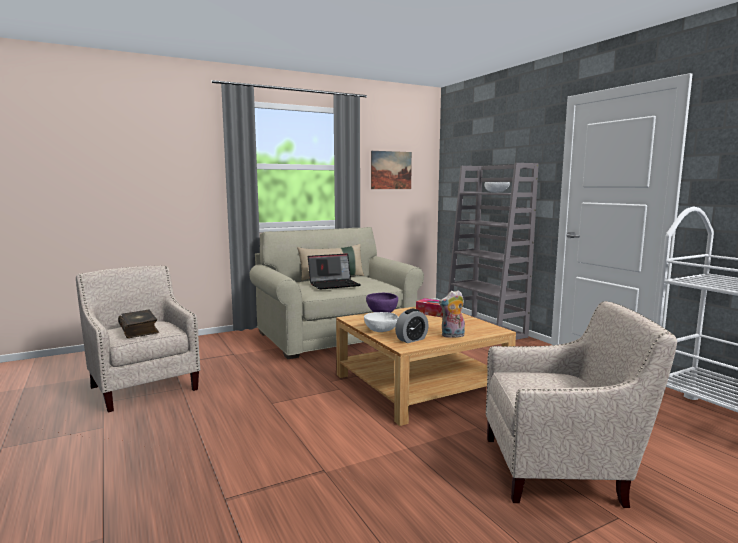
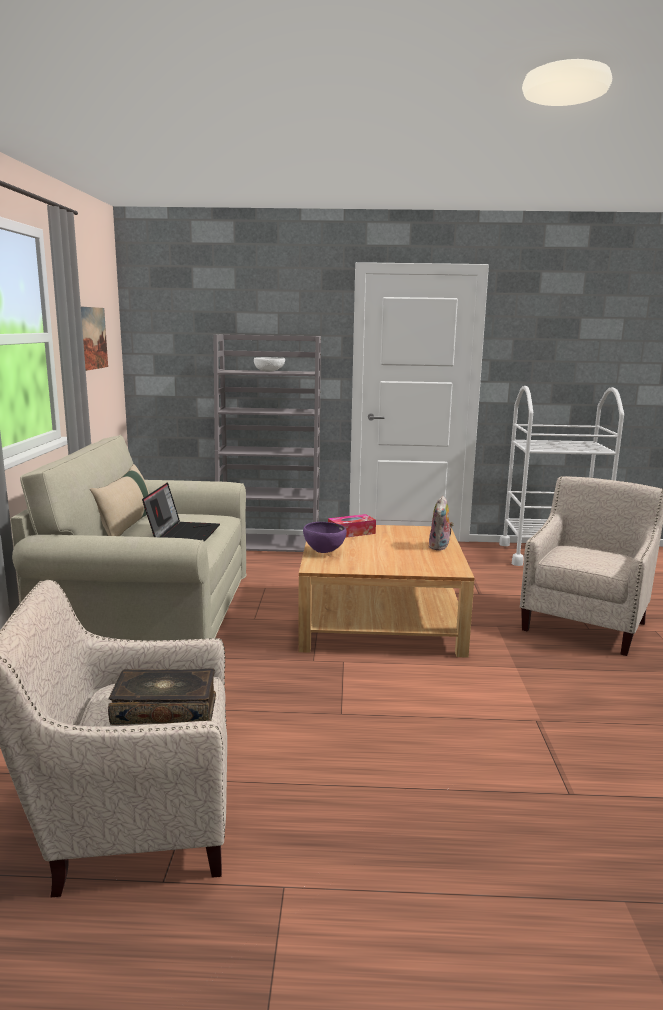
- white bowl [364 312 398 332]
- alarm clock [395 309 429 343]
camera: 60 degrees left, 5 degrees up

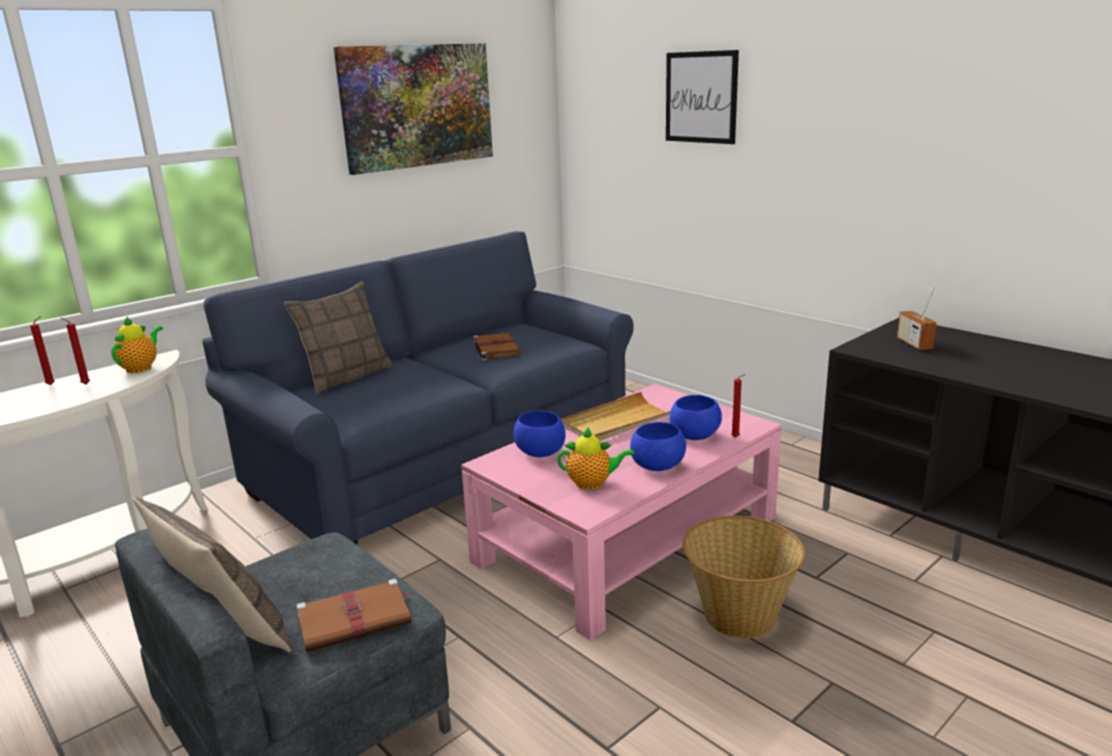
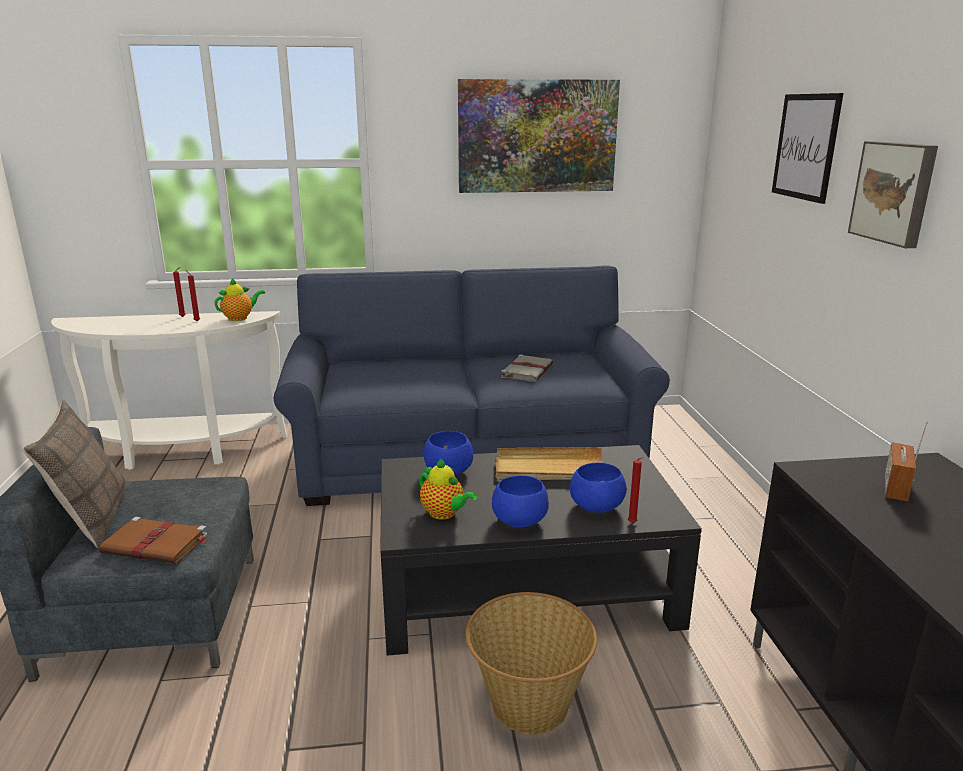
- pillow [284 281 393 394]
+ picture [848 141 938 248]
~ pink coffee table [461 384 781 641] to black coffee table [380 445 702 656]
~ brown book [473 333 521 361] to grey book [501 355 553 382]
camera: 35 degrees right, 0 degrees up

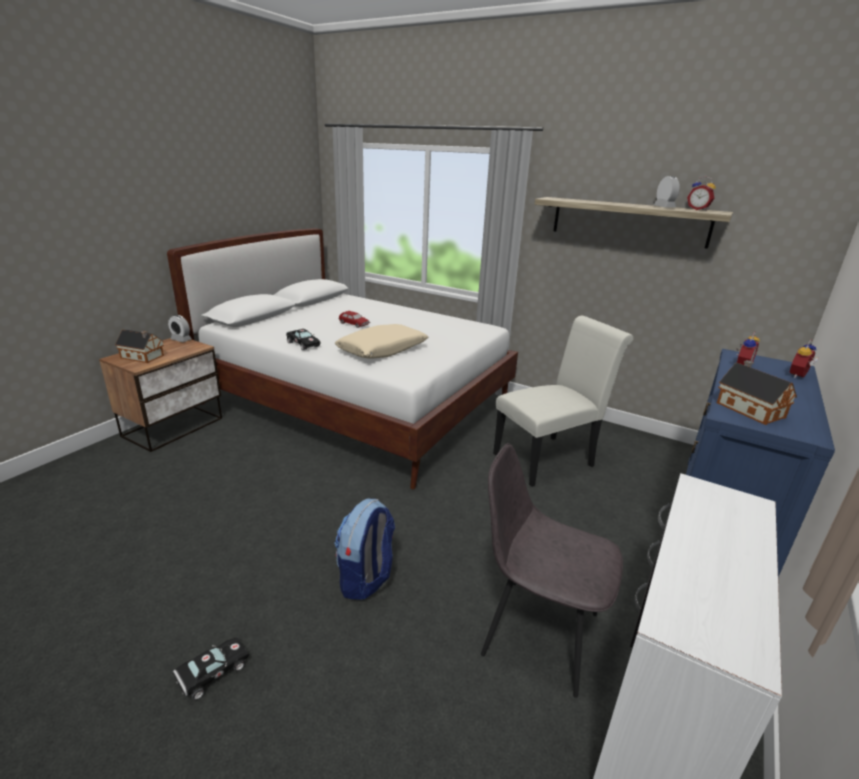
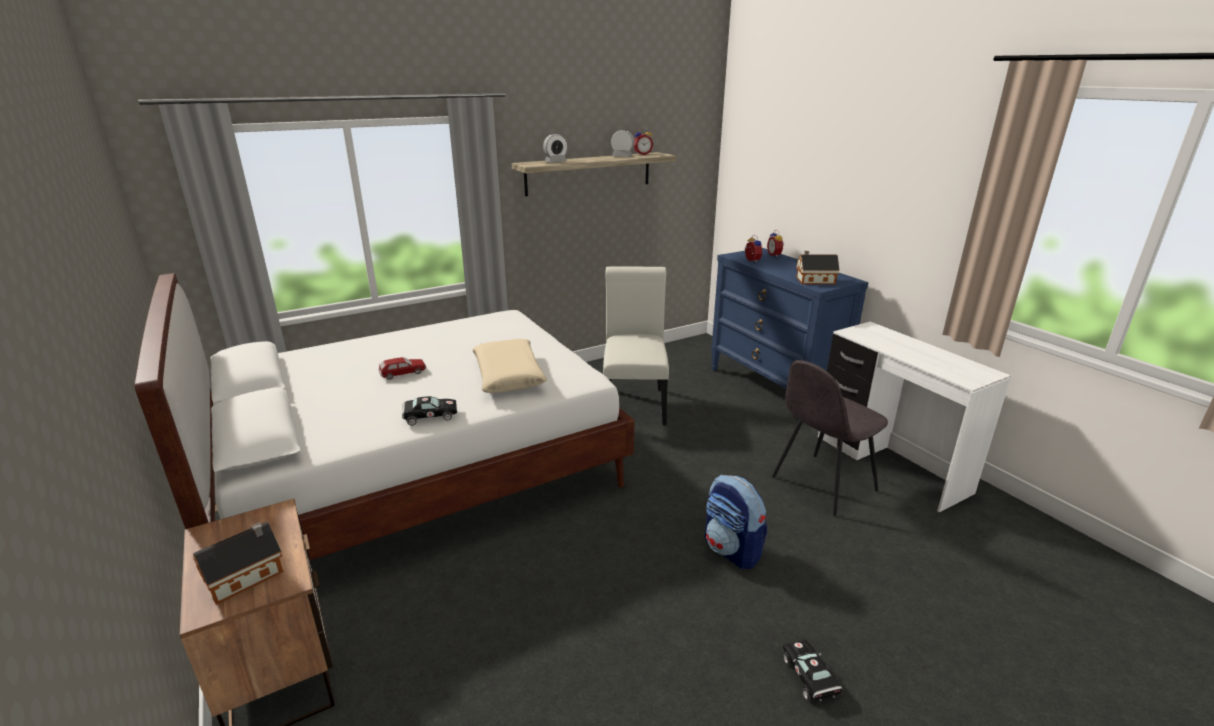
~ alarm clock [168 315 192 342] to [543 134 567 163]
camera: 60 degrees left, 0 degrees up

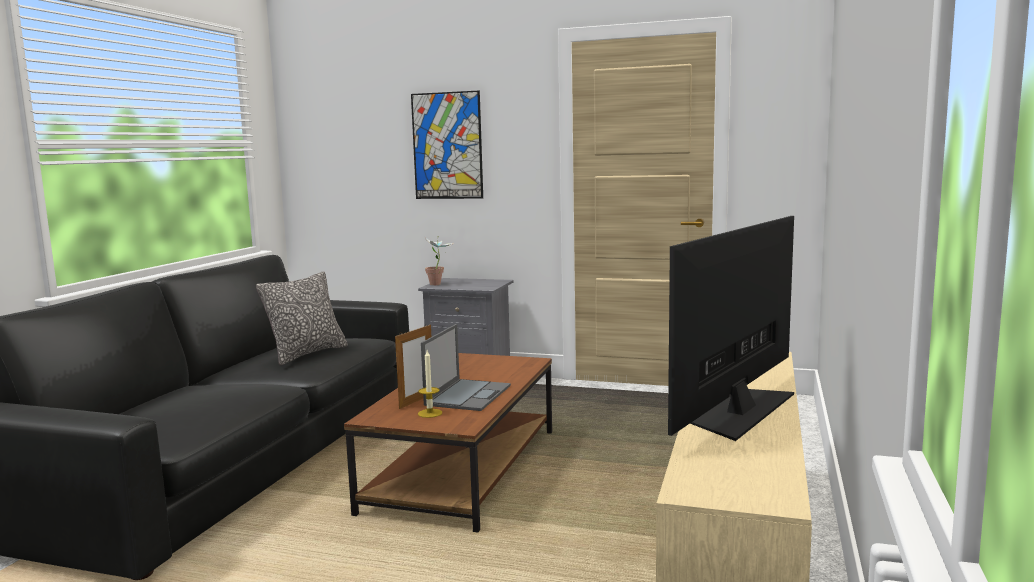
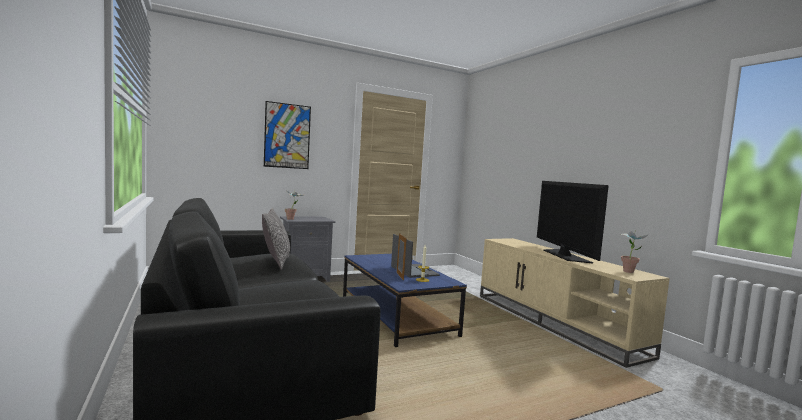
+ potted plant [620 231 649 273]
~ brown coffee table [344 353 552 532] to blue coffee table [343 254 467 347]
camera: 45 degrees left, 5 degrees down

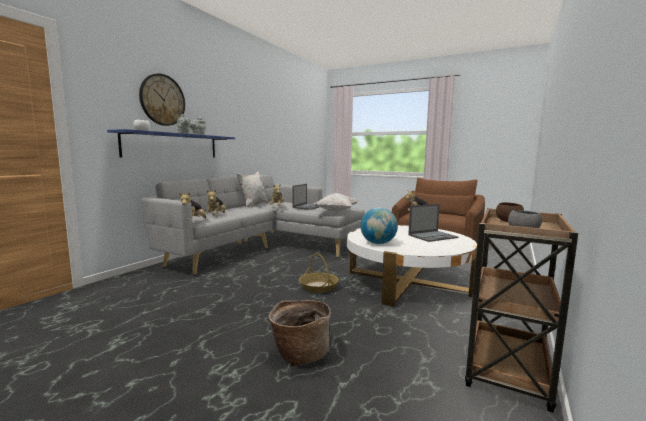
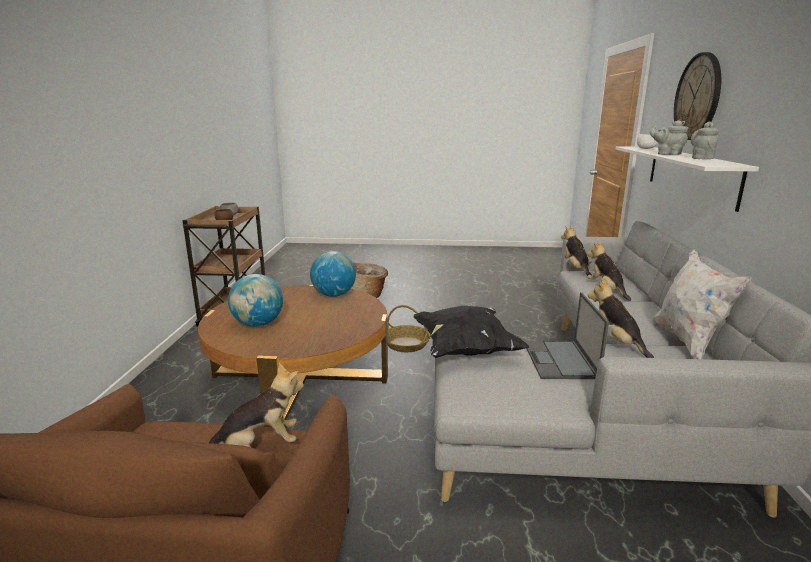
~ laptop [408 204 459 242] to globe [228 274 283 327]
~ blue shelf [107 129 235 158] to white shelf [616 147 759 212]
~ white pillow [313 193 358 212] to black pillow [413 306 529 358]
~ white coffee table [347 225 477 307] to brown coffee table [198 285 388 427]
camera: 155 degrees right, 10 degrees up

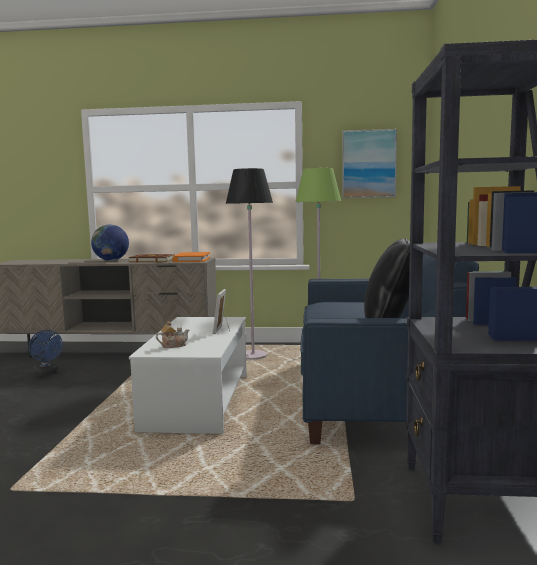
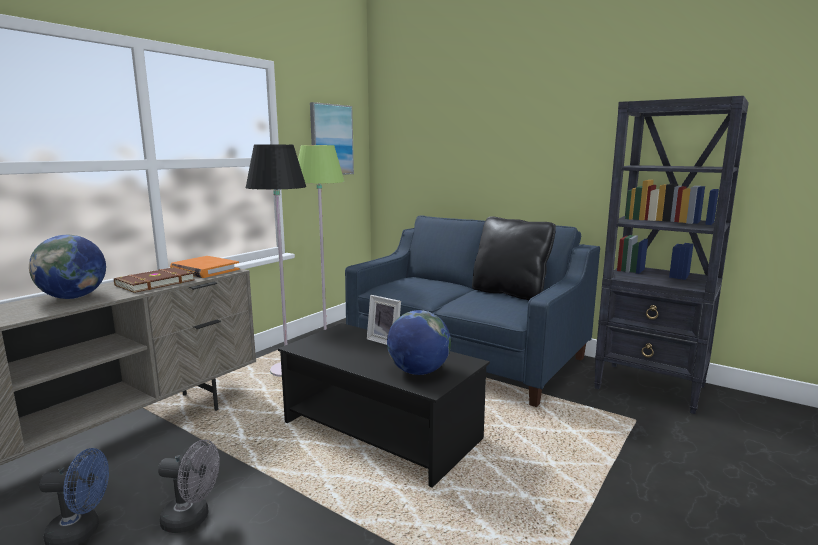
+ grey fan [158 440 220 533]
~ teapot [156 321 189 348] to globe [387 310 451 375]
~ white coffee table [129 317 247 434] to black coffee table [278 323 490 488]
camera: 60 degrees left, 5 degrees up

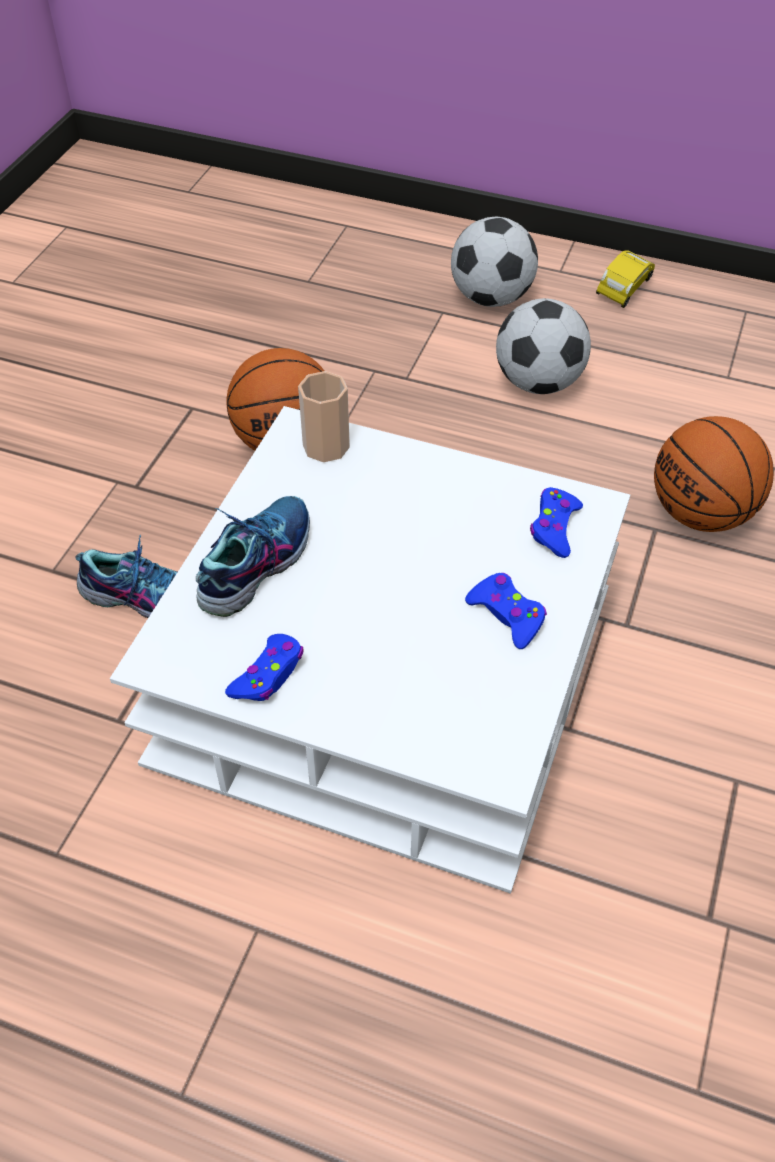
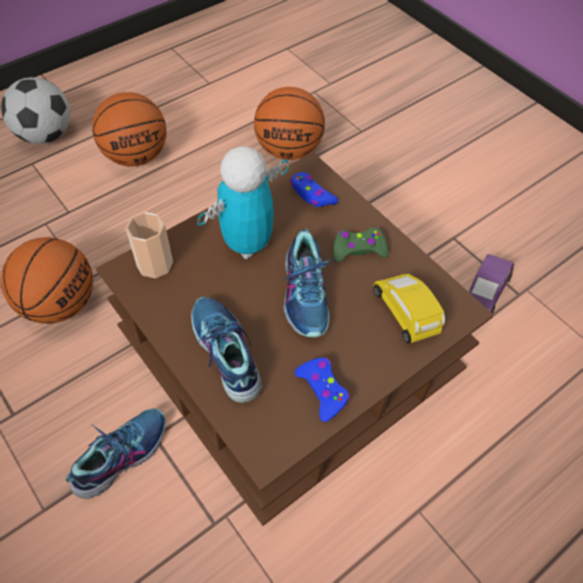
+ toy robot [197 146 289 259]
+ shoe [283 228 333 337]
+ purple toy car [469 254 514 313]
~ yellow toy car [596 250 655 308] to [373 273 445 344]
~ football [496 298 591 394] to basketball [92 92 167 166]
~ white coffee table [110 406 630 894] to brown coffee table [96 152 494 526]
~ blue game controller [465 573 547 649] to green game controller [334 228 389 262]
camera: 60 degrees left, 5 degrees up

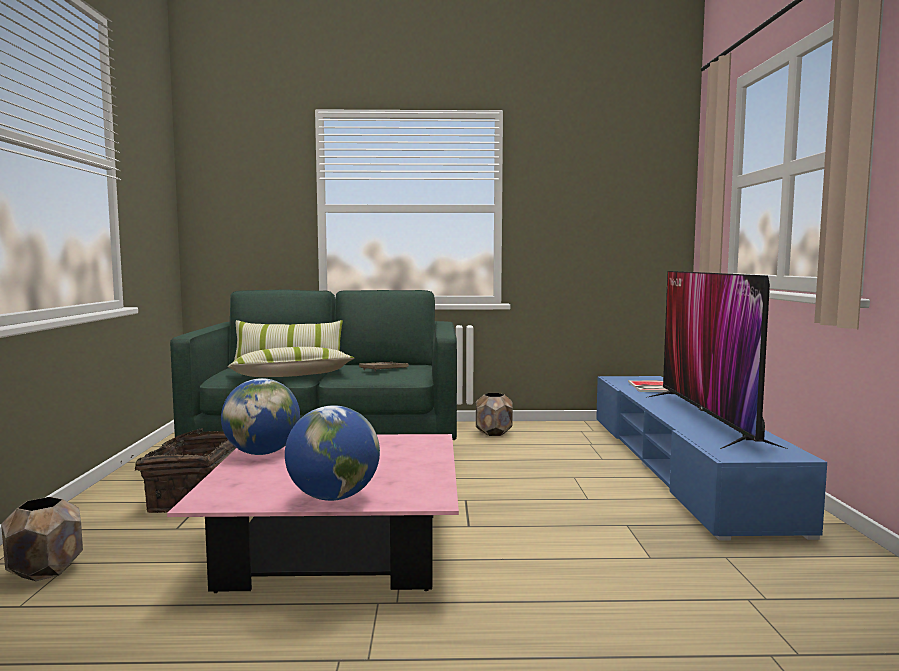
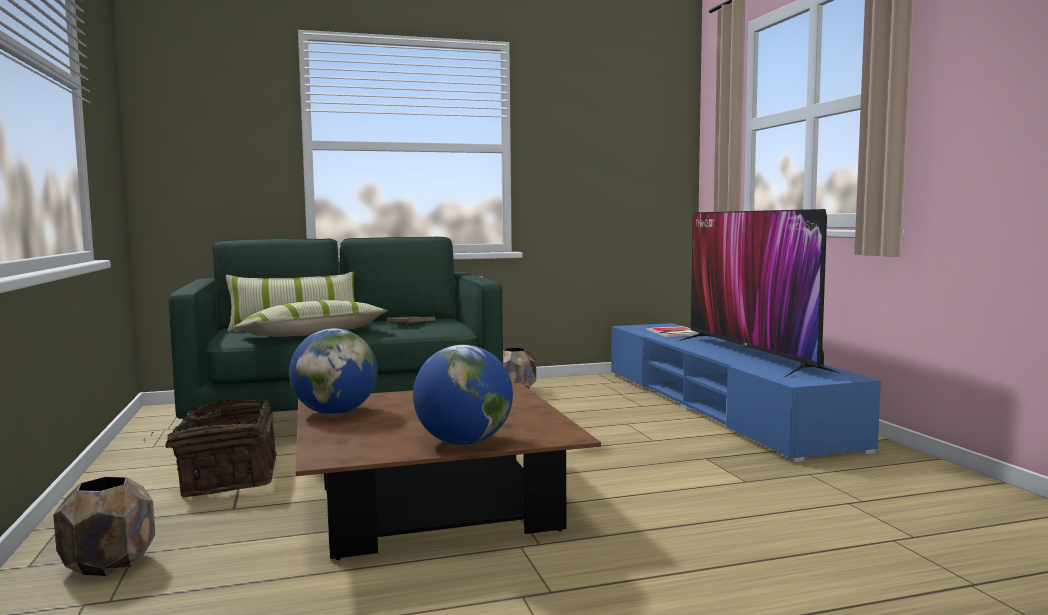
~ pink coffee table [167 434 459 593] to brown coffee table [296 383 601 560]
camera: 15 degrees left, 0 degrees up

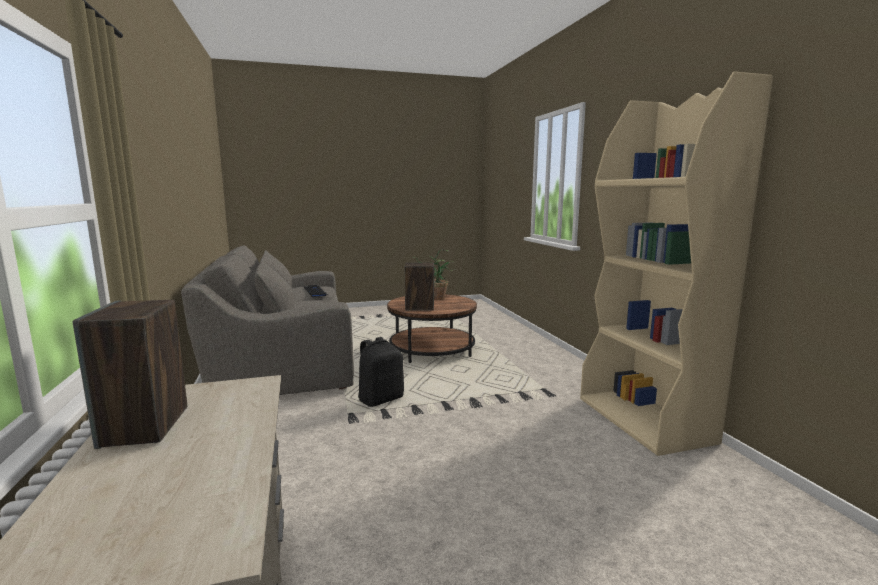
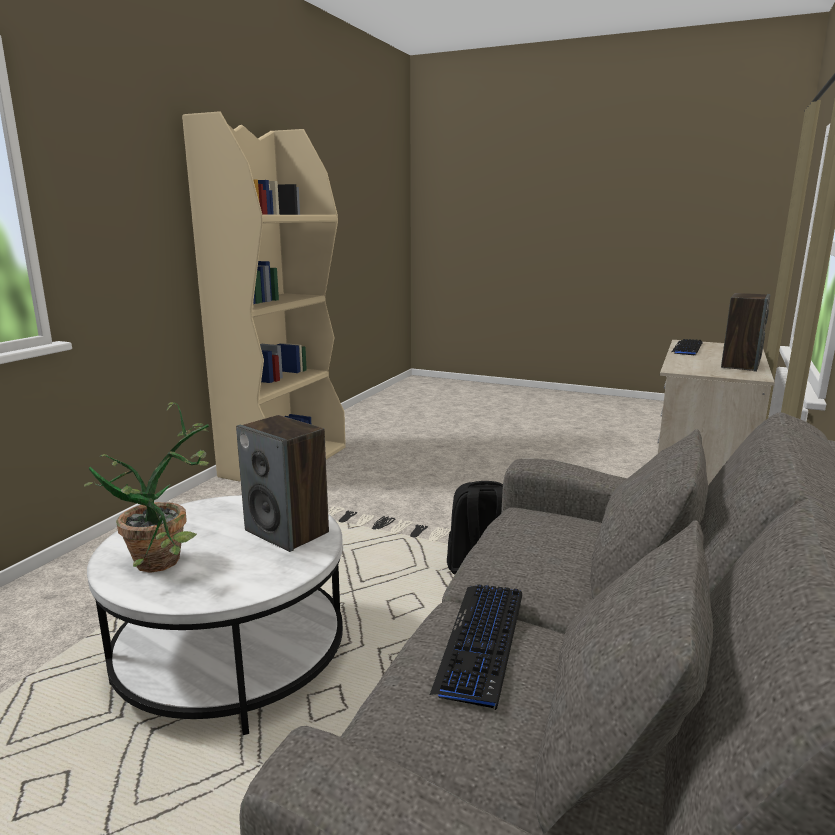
+ keyboard [672 339 703 355]
~ brown coffee table [387 294 477 363] to white coffee table [87 495 343 735]
camera: 140 degrees left, 5 degrees up

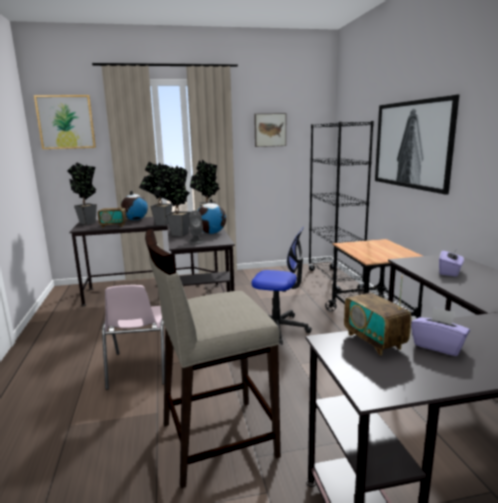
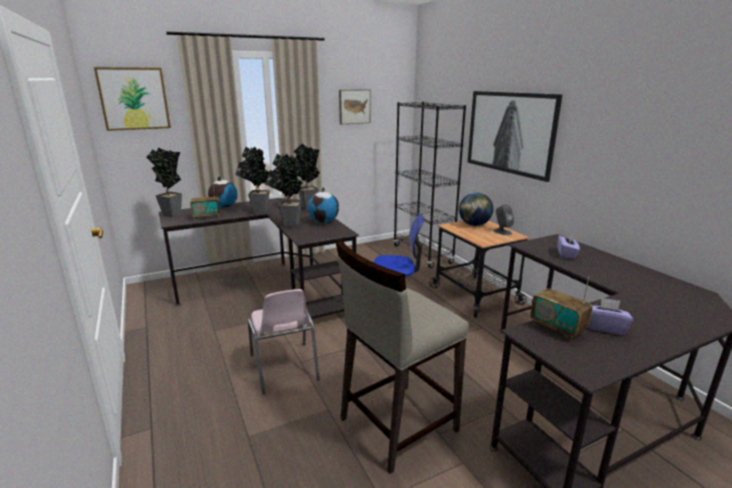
+ globe [459 192 493 226]
~ grey speaker [189 210 204 244] to [493 204 514 235]
camera: 15 degrees left, 5 degrees up

